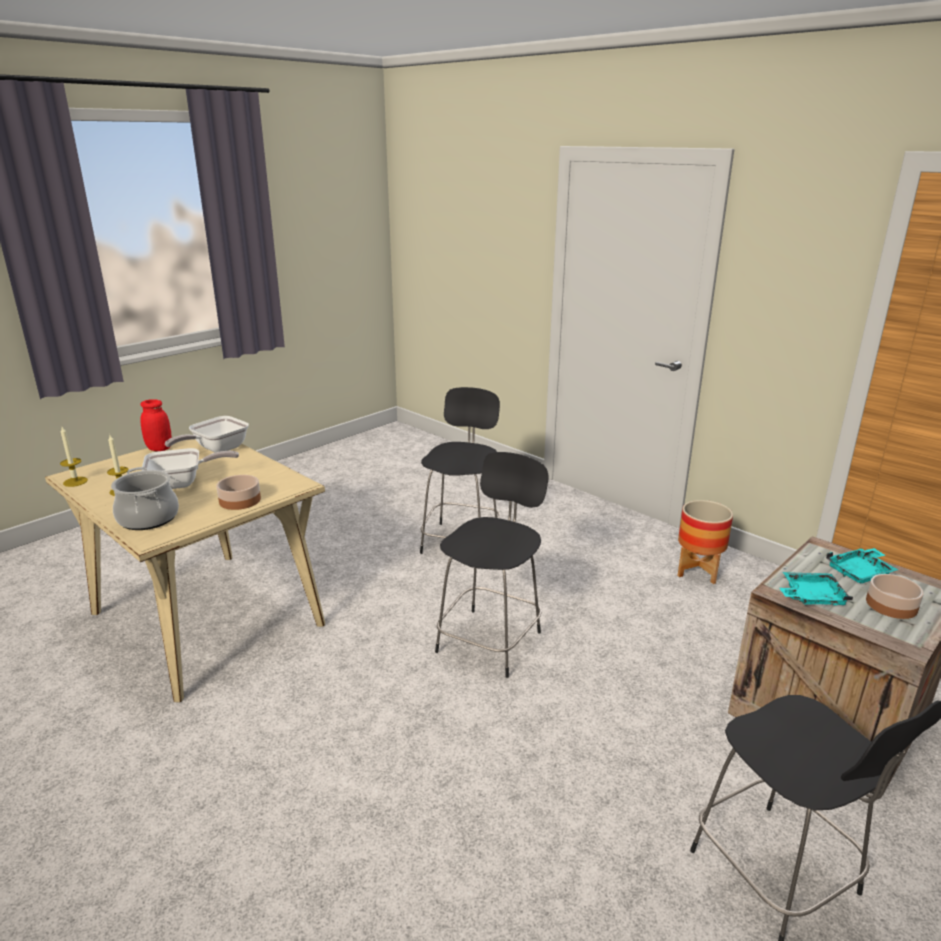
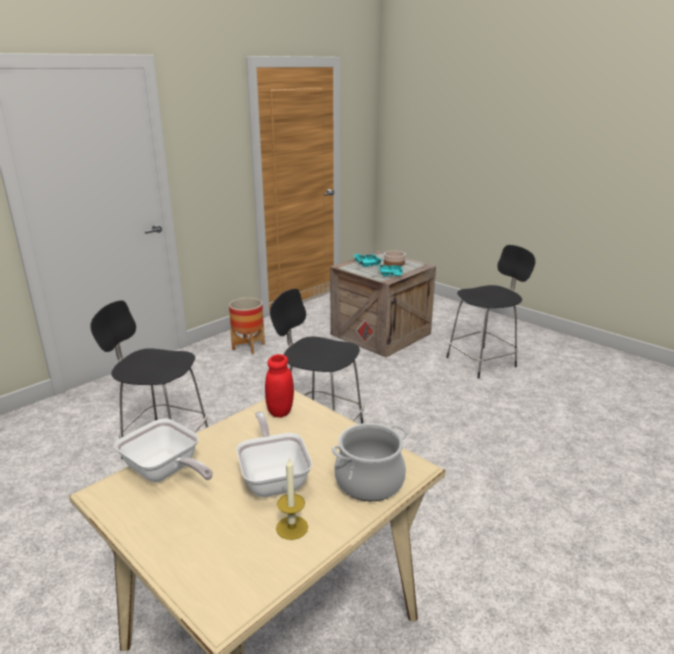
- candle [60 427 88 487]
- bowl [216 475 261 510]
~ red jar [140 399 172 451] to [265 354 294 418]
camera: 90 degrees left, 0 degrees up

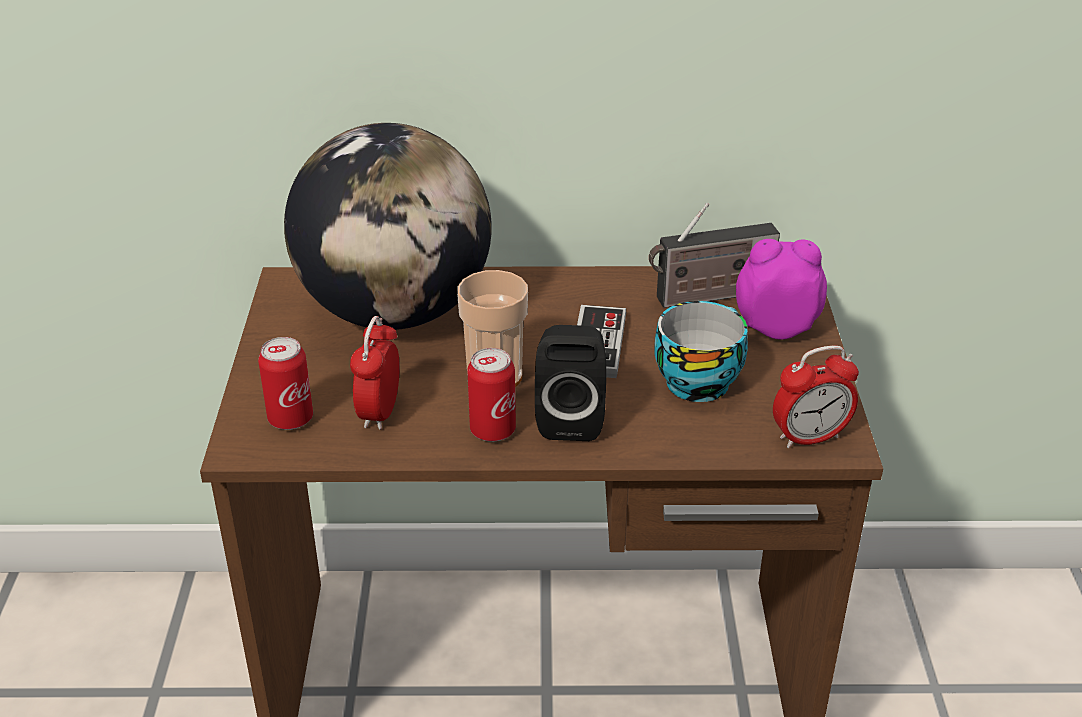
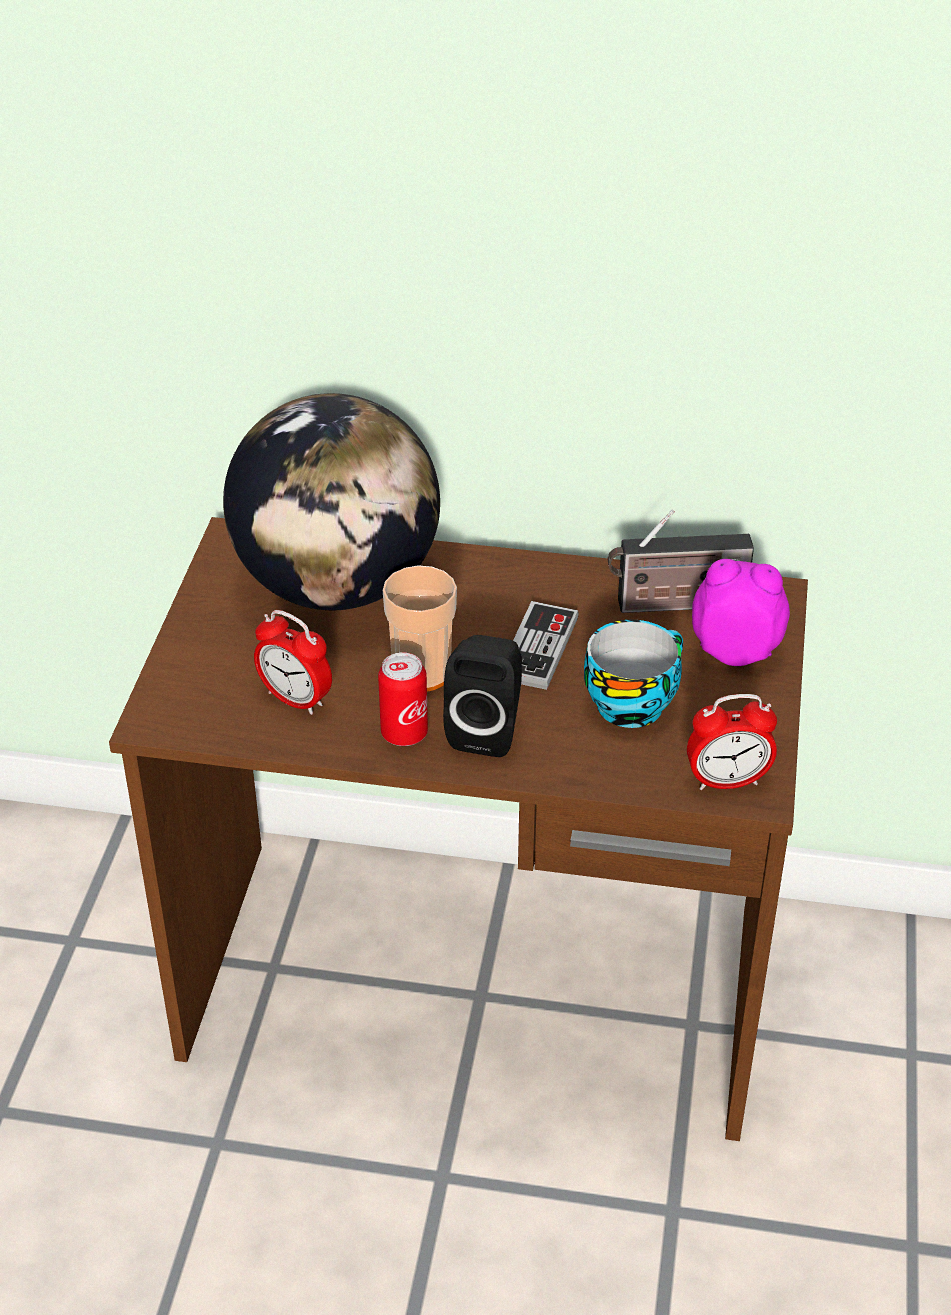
- can [258 337 313 430]
~ alarm clock [350 316 400 430] = [254 610 332 715] 75 degrees counterclockwise
camera: 10 degrees right, 5 degrees up

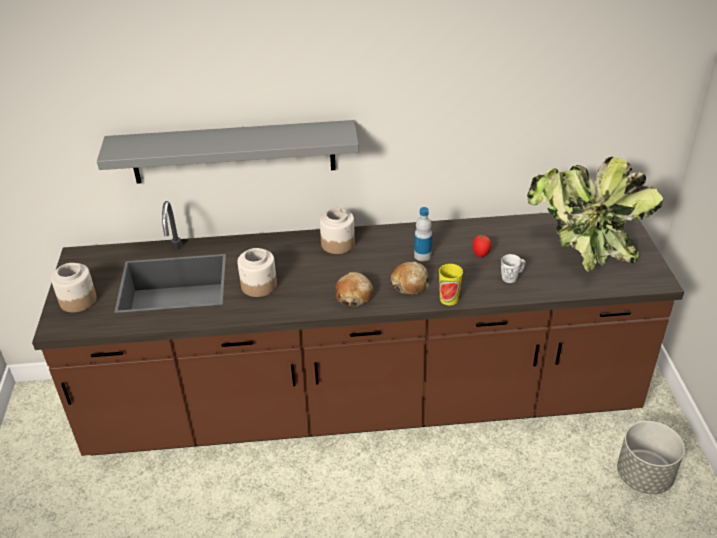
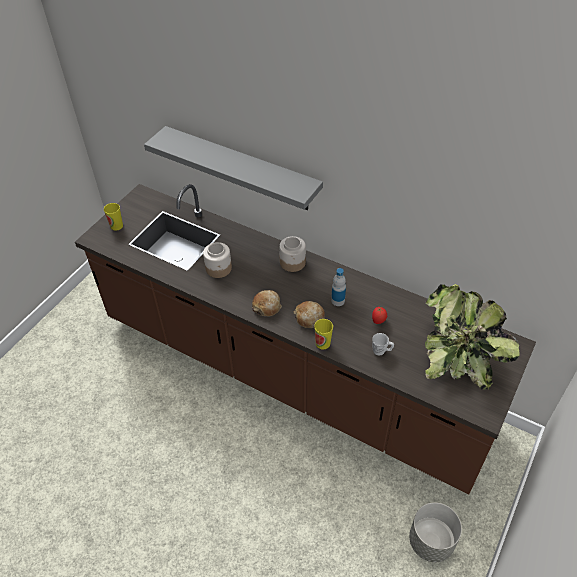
~ jar [51 263 97 313] to cup [104 203 123 231]
camera: 35 degrees right, 10 degrees up

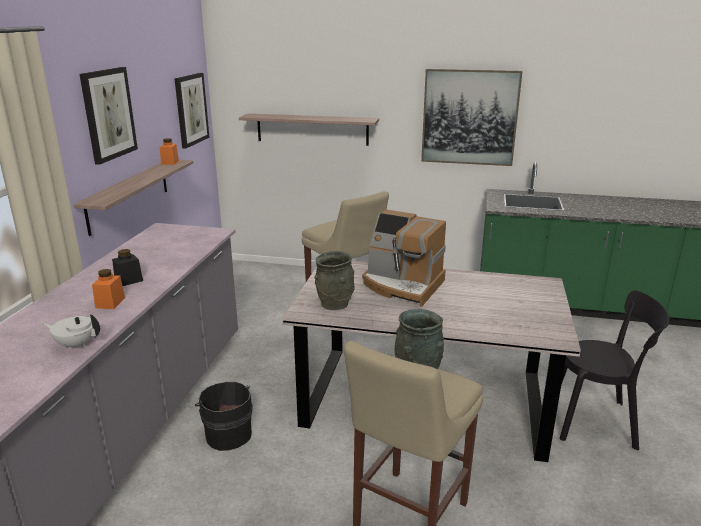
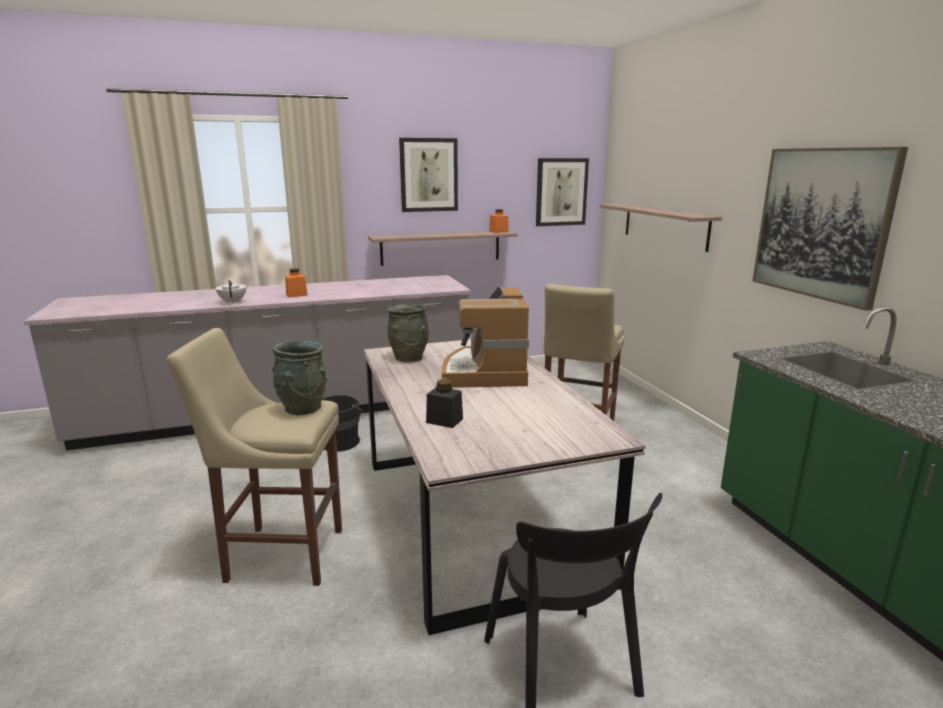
~ black jar [112 249 143 286] to [426 379 463 428]
camera: 60 degrees right, 5 degrees down

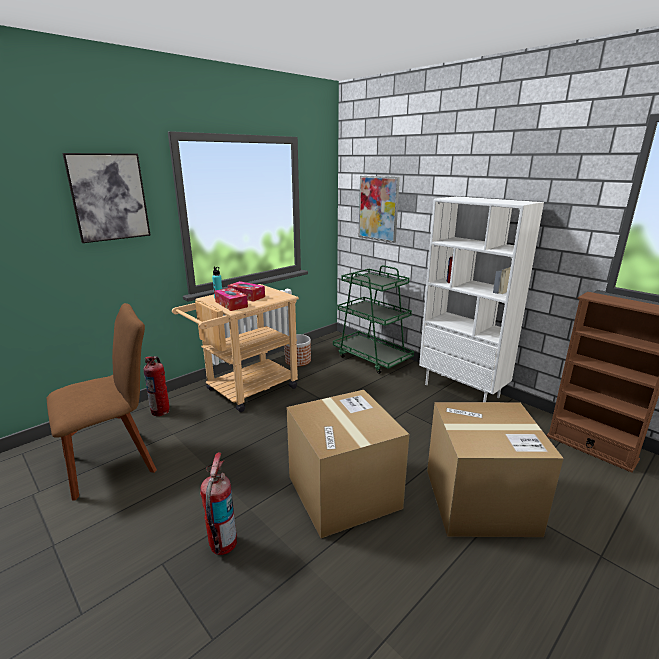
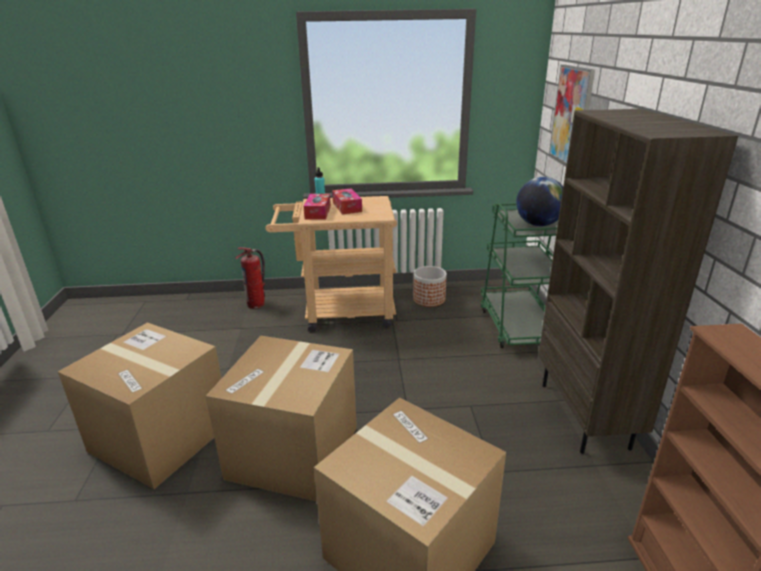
- brown chair [46 303 157 501]
- picture [62 153 150 243]
+ globe [516 177 563 226]
~ fire extinguisher [200 452 237 555] to cardboard box [58 322 222 489]
~ white bookcase [419 196 544 402] to brown bookcase [538 109 738 454]
camera: 40 degrees right, 5 degrees up

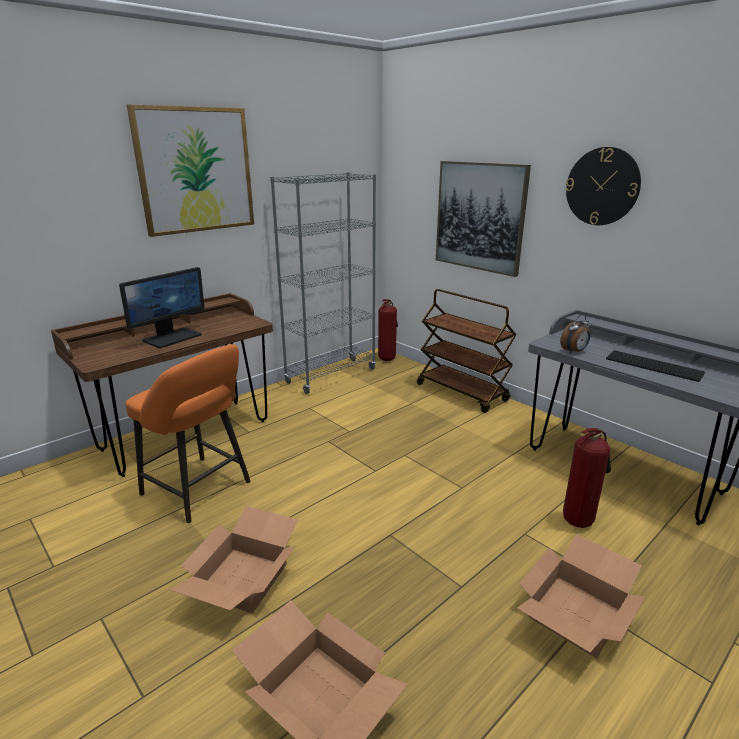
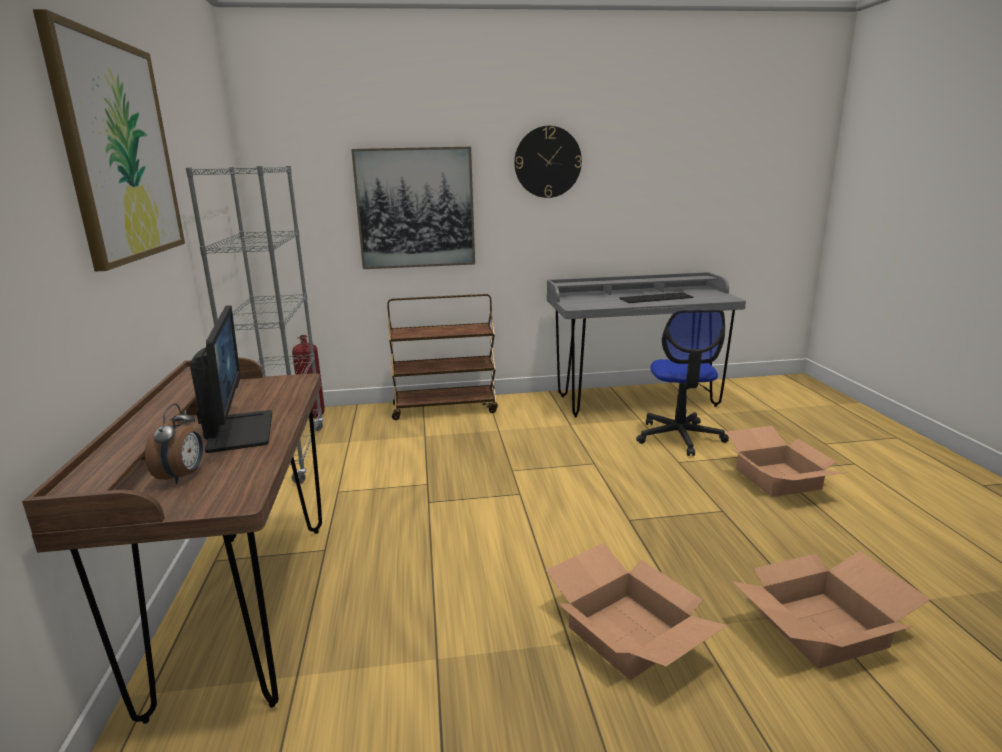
- orange stool [126 344 250 523]
~ alarm clock [560 314 591 354] to [145 403 203 484]
~ fire extinguisher [563 428 611 528] to office chair [636 309 729 456]
camera: 55 degrees left, 5 degrees down

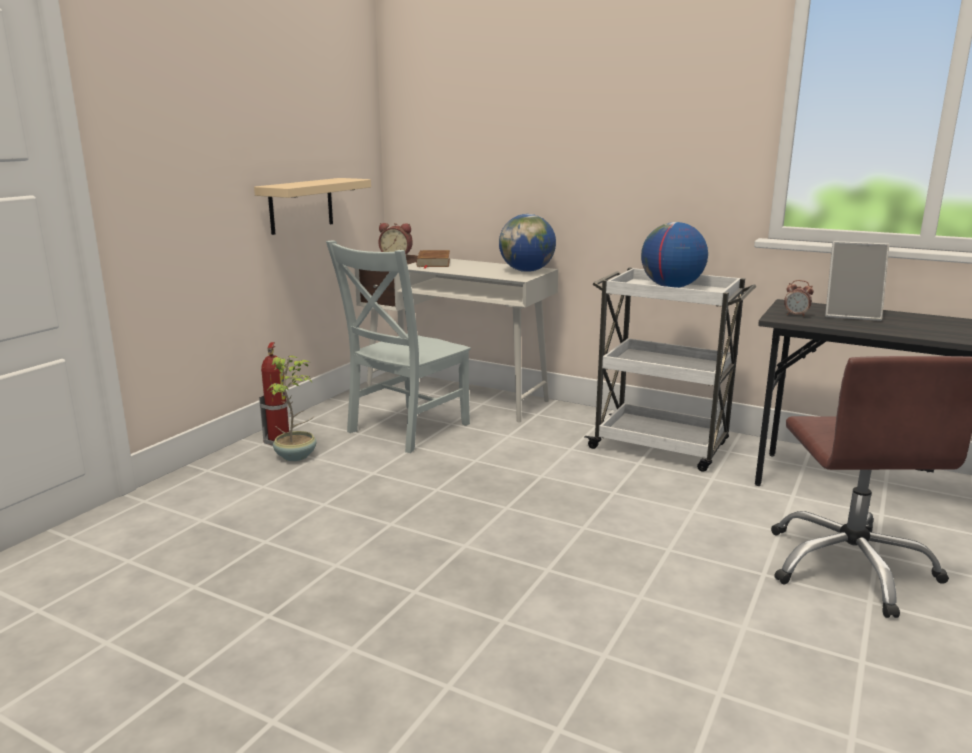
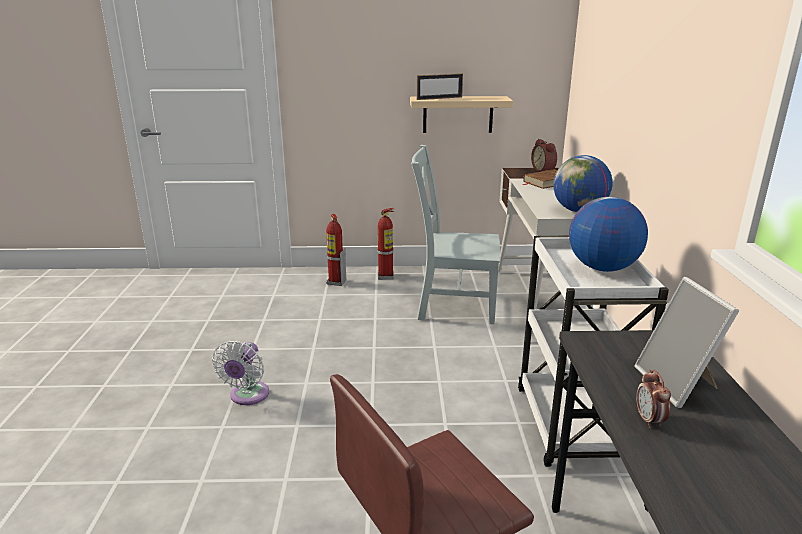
- potted plant [268 355 316 461]
+ white fan [212 341 269 405]
+ fire extinguisher [326 214 346 286]
+ picture frame [416 73 463 100]
~ alarm clock [784 280 814 317] to [636 370 671 428]
camera: 60 degrees right, 5 degrees up

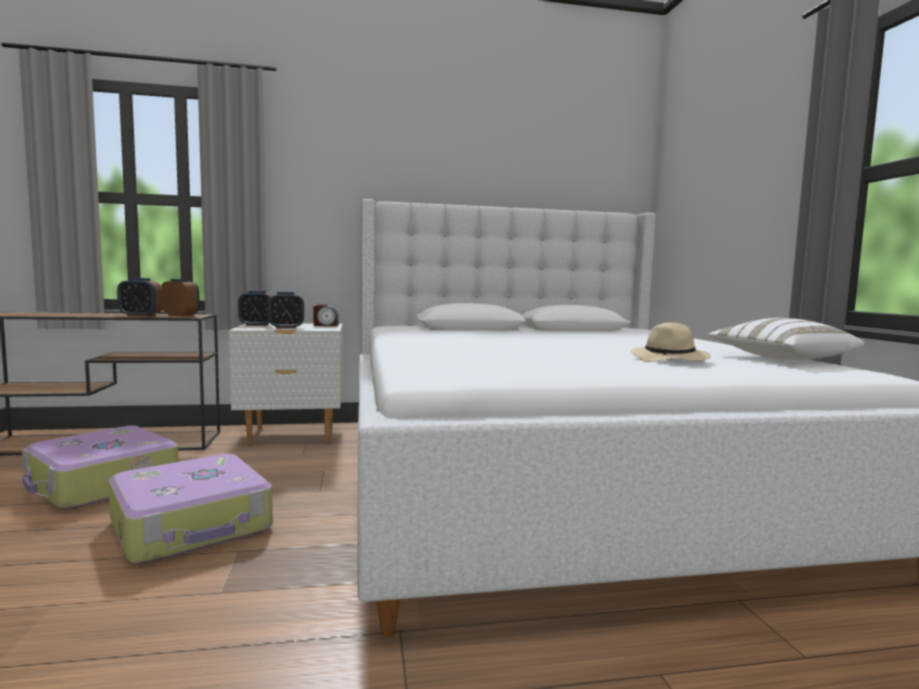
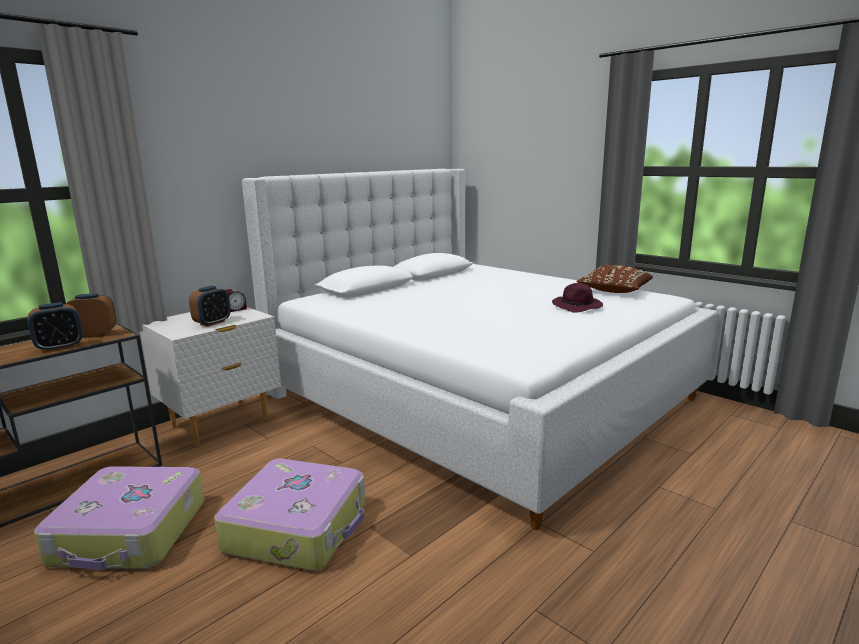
- alarm clock [238 291 272 326]
~ beige hat [631 323 711 362] to purple hat [552 283 603 313]
~ white pillow [709 318 864 360] to brown pillow [577 265 653 293]
camera: 35 degrees left, 10 degrees up

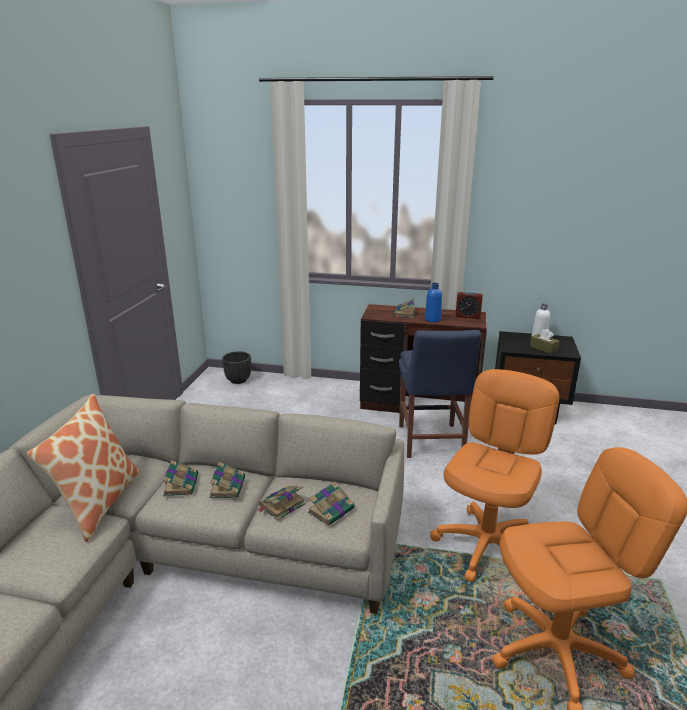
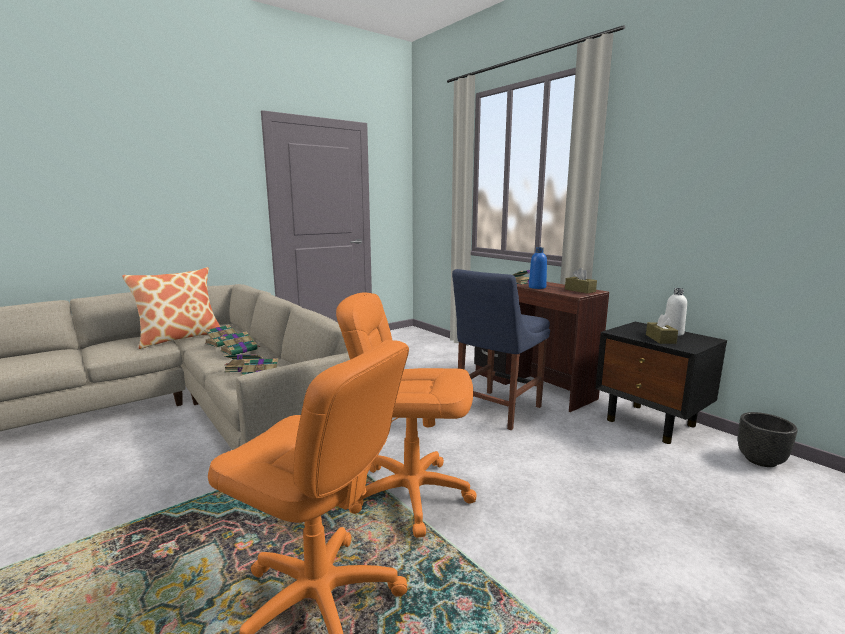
~ black planter [222 351 251 384] to [738 412 797 467]
~ alarm clock [456 290 483 319] to brown tissue box [565 268 597 293]
~ orange office chair [430 369 559 582] = [336 293 476 538] 150 degrees counterclockwise
camera: 40 degrees right, 10 degrees down

